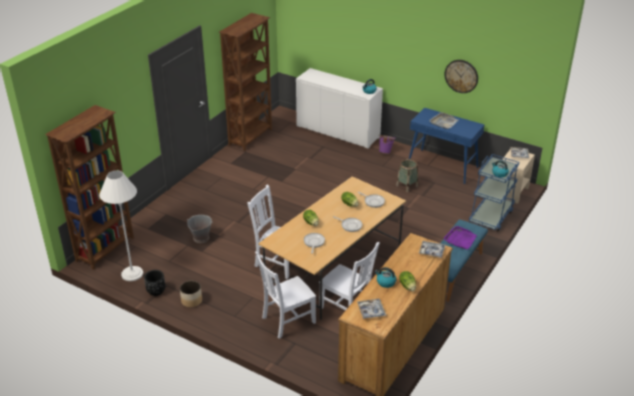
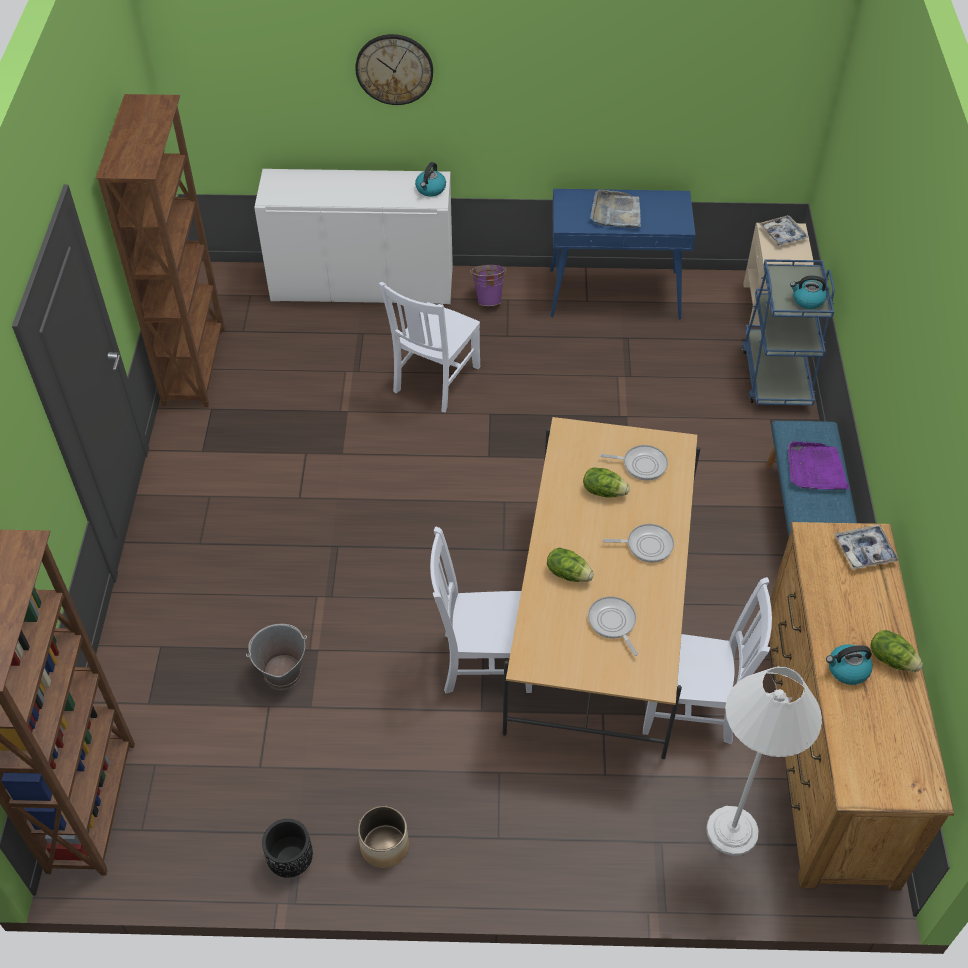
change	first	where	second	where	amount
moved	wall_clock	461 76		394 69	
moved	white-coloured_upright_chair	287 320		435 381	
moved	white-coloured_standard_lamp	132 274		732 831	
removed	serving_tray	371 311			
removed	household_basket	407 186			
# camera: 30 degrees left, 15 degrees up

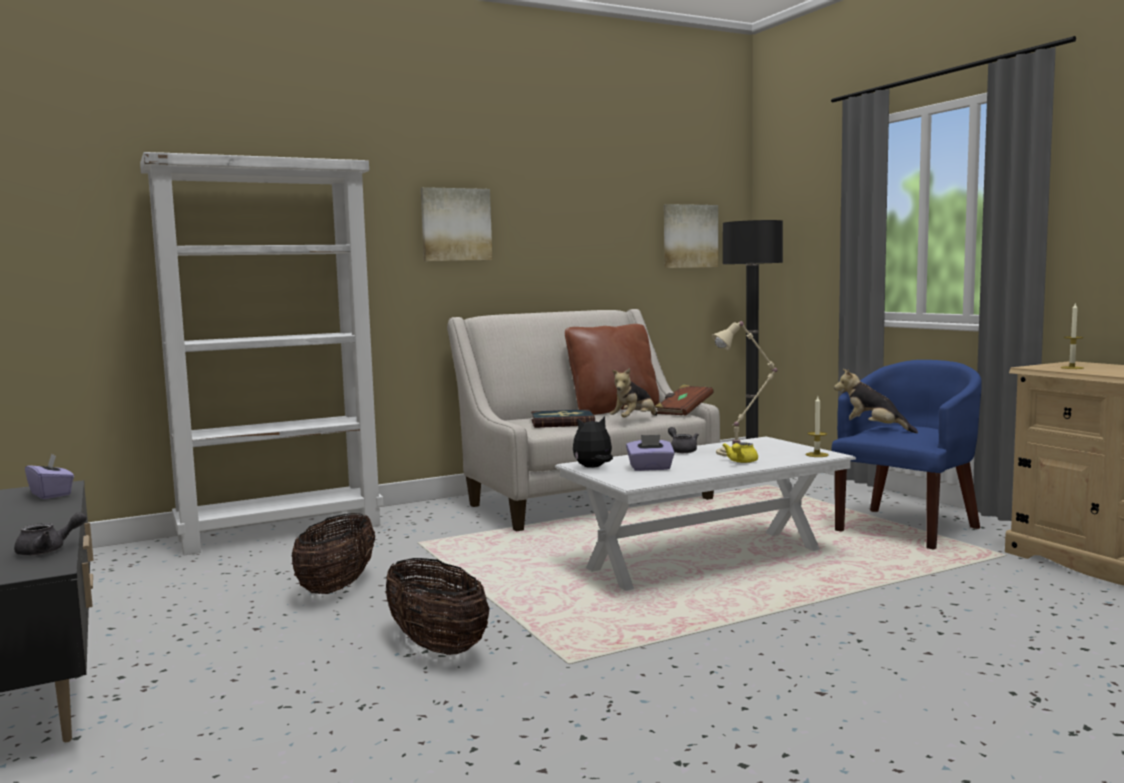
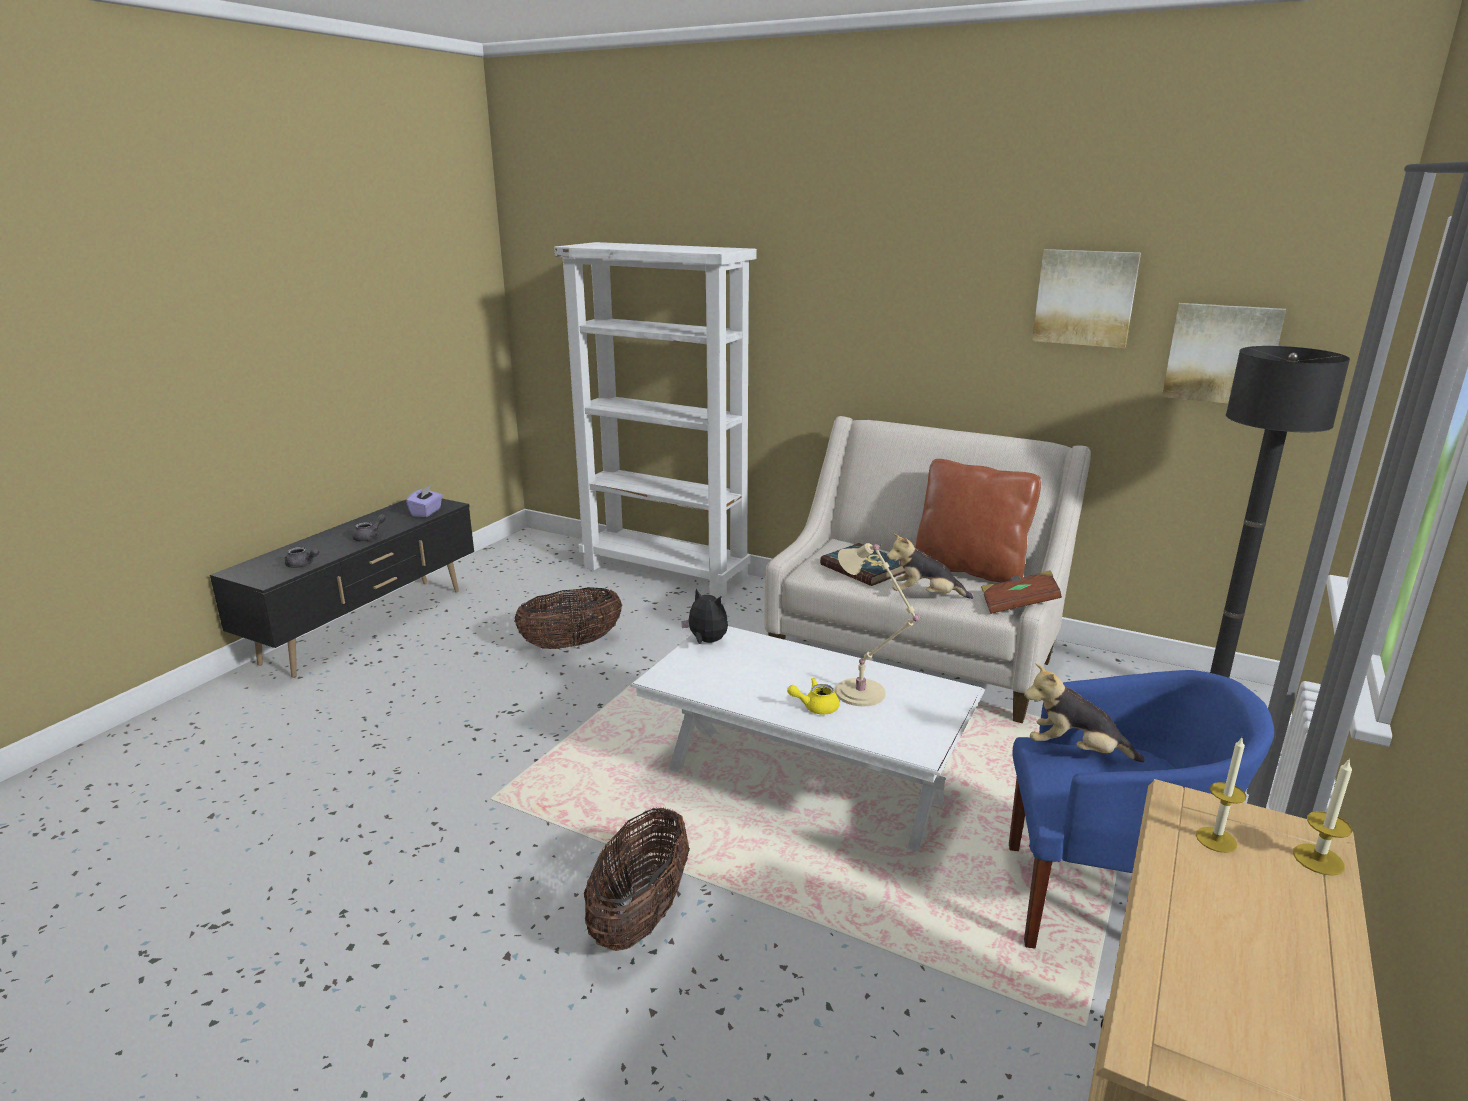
change	first	where	second	where	amount
moved	grey_tea_pot	681 450		370 537	
moved	household_basket	437 646		640 915	
turned	cuddly_toy	873 429		1075 751	75 degrees counterclockwise
moved	picture	456 224		1085 298	
moved	wax_candle	817 455		1318 859	
removed	purple-coloured_tissue_box	650 468			
# camera: 55 degrees right, 15 degrees up

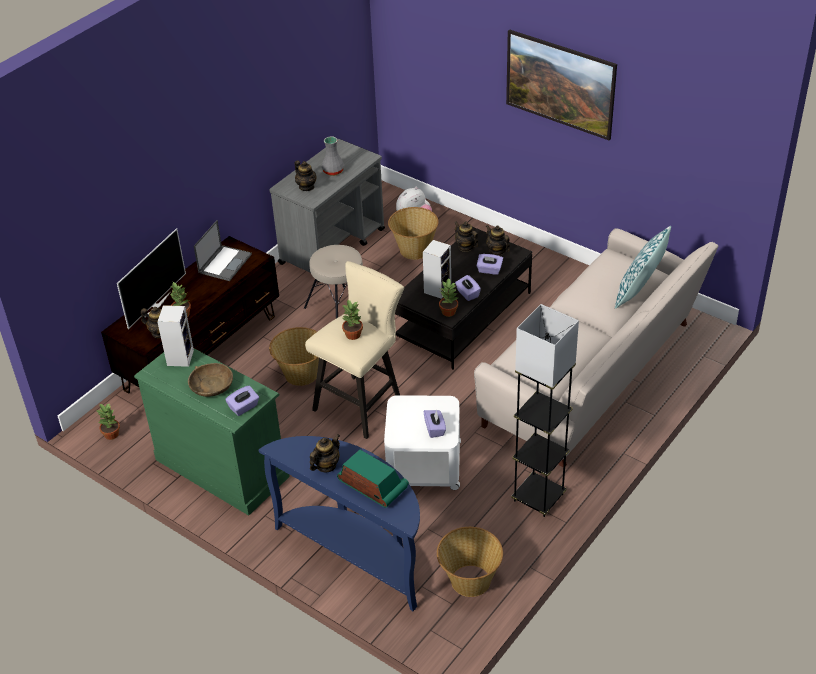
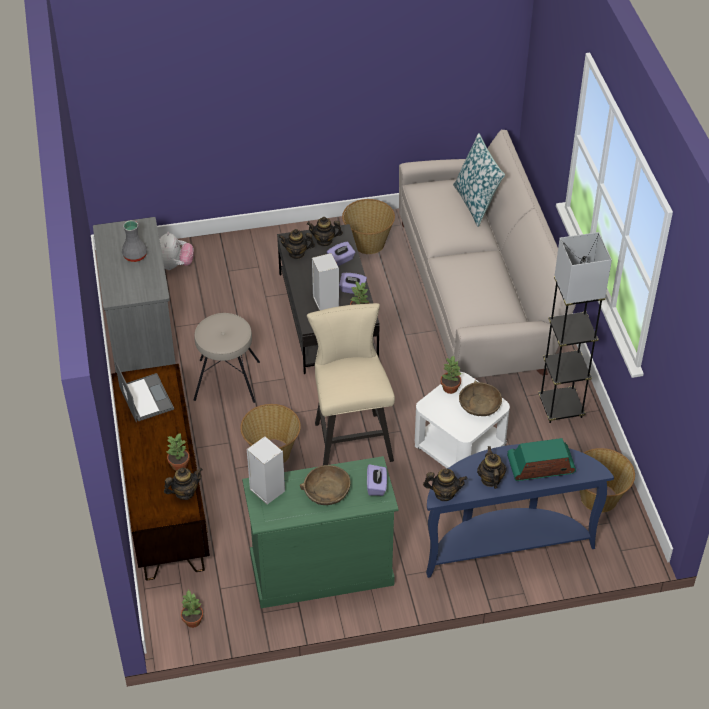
change	first	where	second	where	amount
moved	household_basket	414 250		368 243	
moved	tea_pot	306 187		444 493	
moved	houseplant	353 334		450 387	
replaced	purple-coloured_tissue_box	435 429	brown_deep_dish	479 404	
removed	TV_set	155 305			
removed	picture	559 102			
# camera: 50 degrees left, 5 degrees up

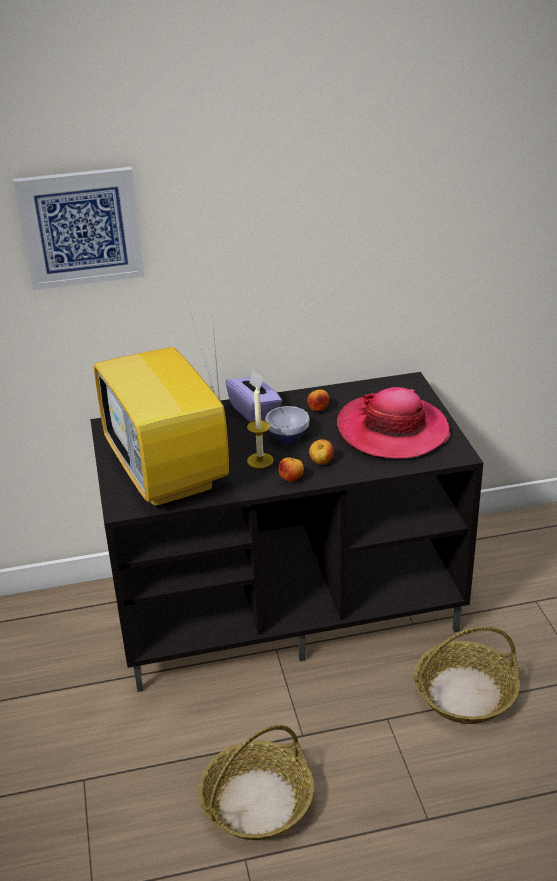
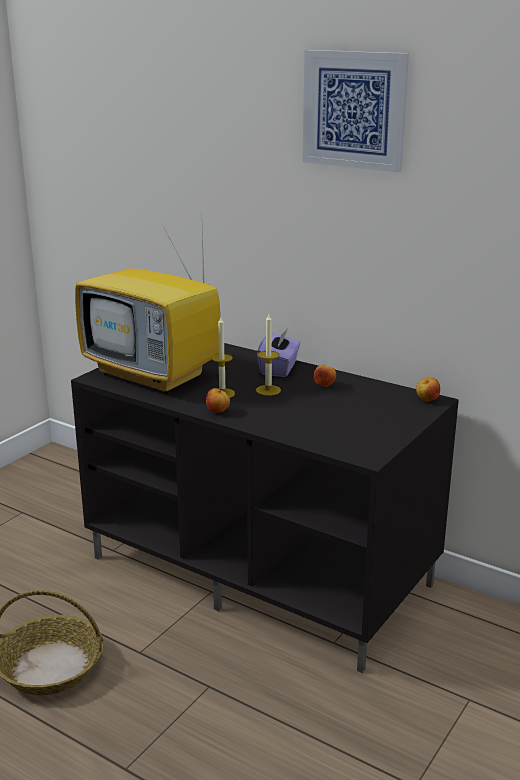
change	first	where	second	where	amount
turned	TV_set	170 475		154 375	75 degrees counterclockwise
replaced	deep_dish	287 437	wax_candle	268 390	
moved	picture	81 228		354 110	
moved	apple_fruit	321 463		426 400	
removed	wearable_hat	392 430			
removed	household_basket	464 693			
# camera: 45 degrees right, 10 degrees down

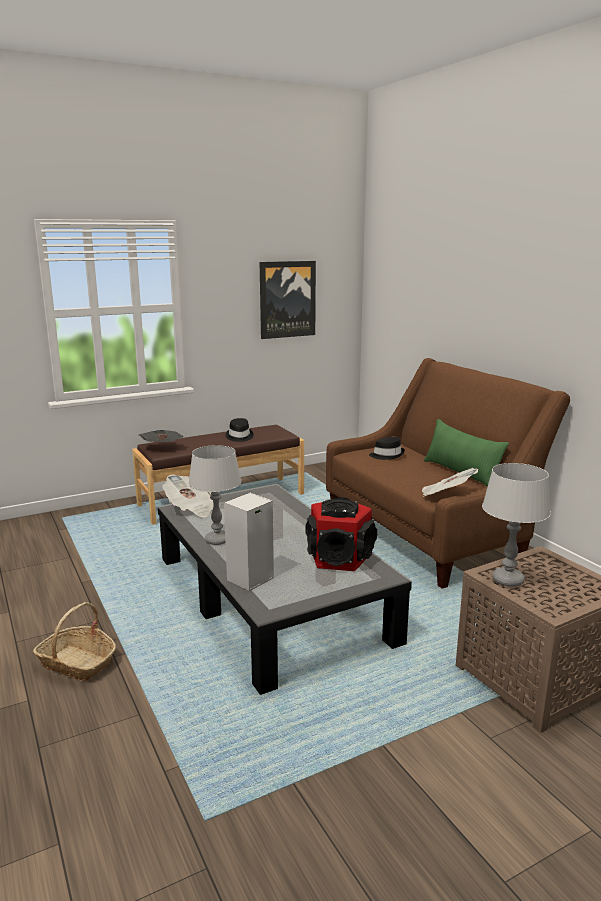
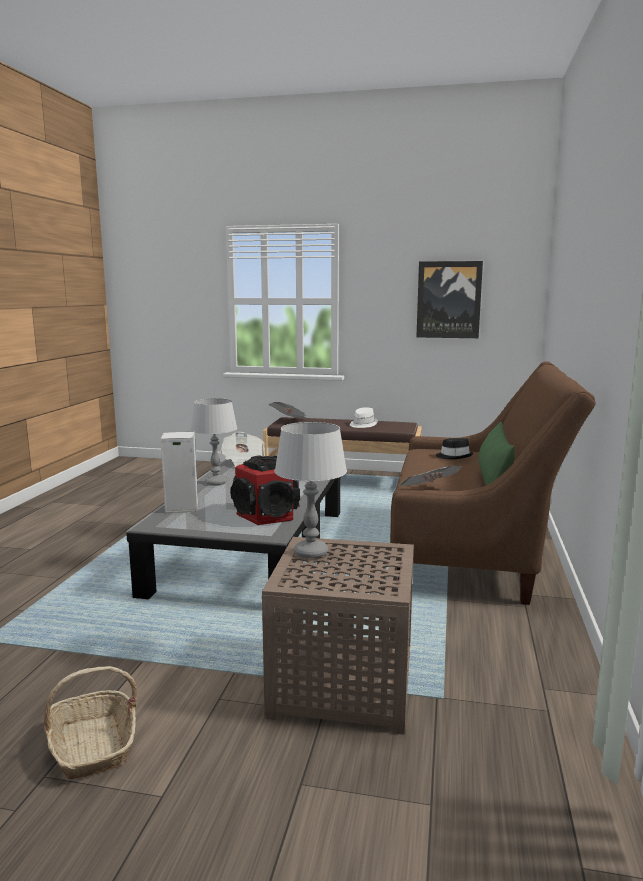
change	first	where	second	where	amount
moved	household_basket	77 663		93 746	
recoloured	black_wearable_hat	239 436	white-coloured_wearable_hat	362 424	
# camera: 40 degrees right, 5 degrees down

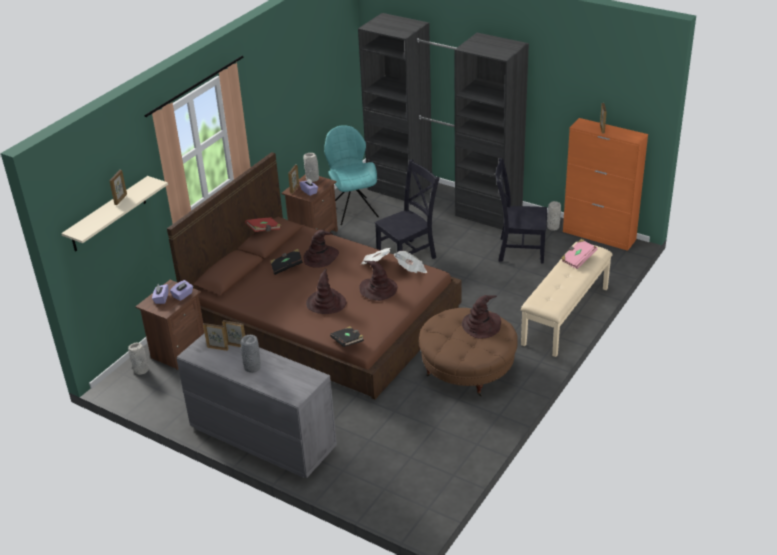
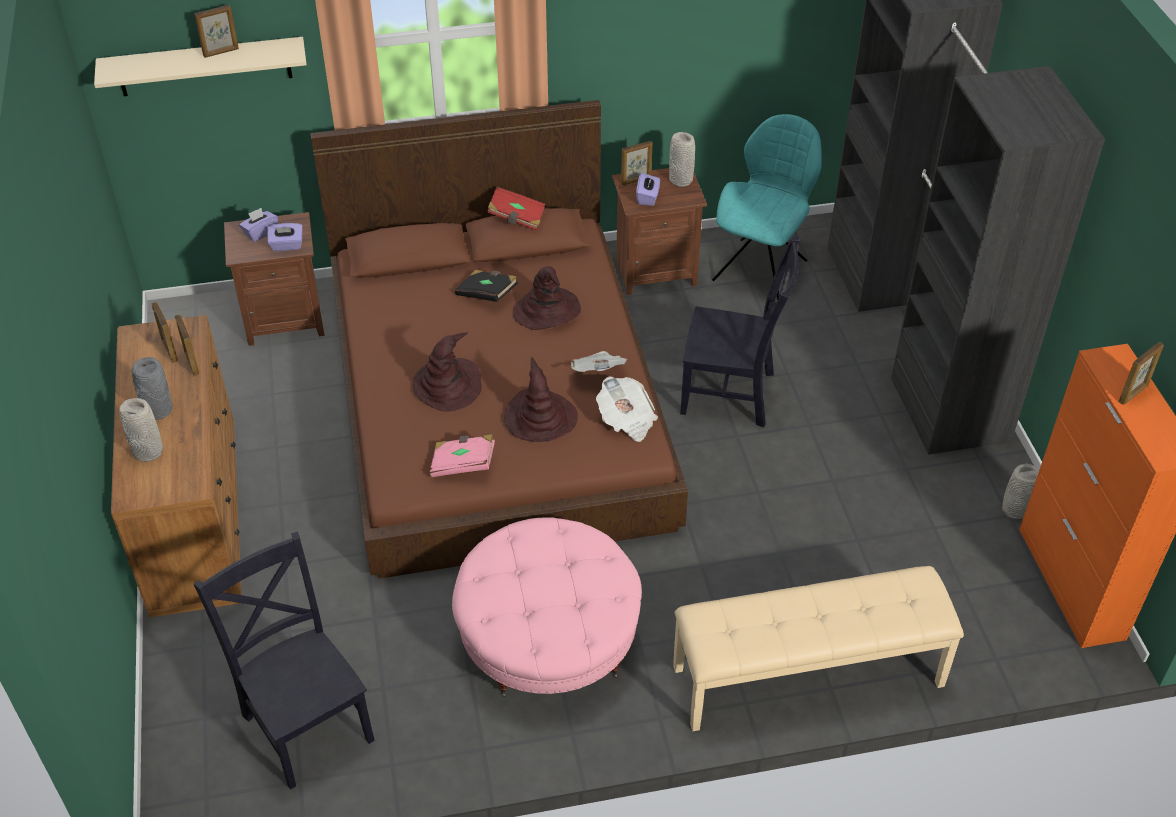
change	first	where	second	where	amount
recoloured	grey_drawer_chest	262 437	brown_drawer_chest	195 516	
moved	grey_flower_vase	141 370		149 452	
moved	black_upright_chair	519 250		306 723	
moved	pink_bound_book	578 259		463 464	
recoloured	brown_footrest	467 369	pink_footrest	549 639	
removed	black_bound_book	348 342			
removed	brown_wearable_hat	481 325			
# camera: 45 degrees right, 10 degrees up

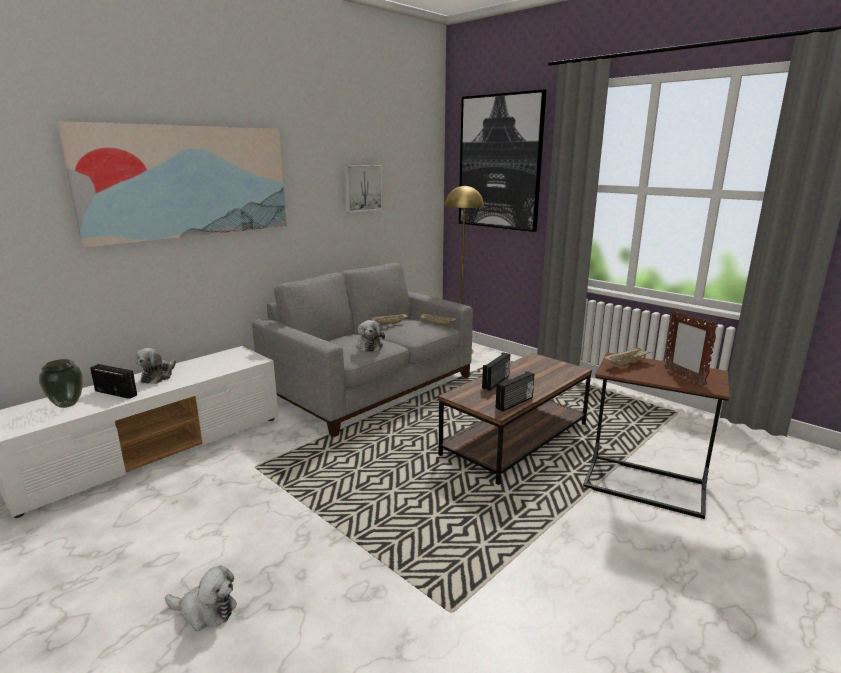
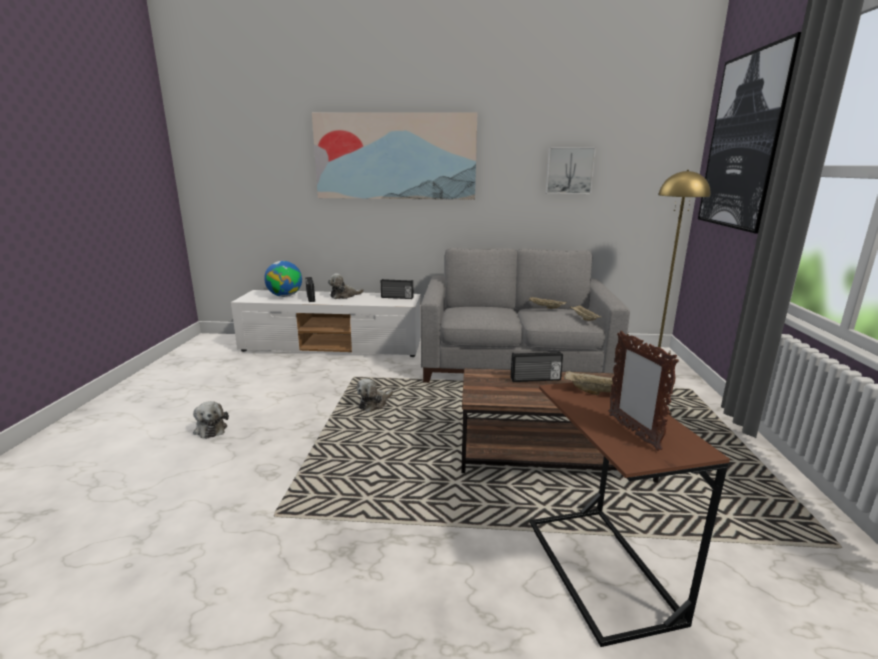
change	first	where	second	where	amount
replaced	flower_vase	67 404	desk_globe	285 296	
moved	cuddly_toy	369 346		374 404	
moved	radio_set	515 403		397 297	
turned	photo_frame	684 376		633 432	45 degrees counterclockwise
# camera: 50 degrees right, 0 degrees up

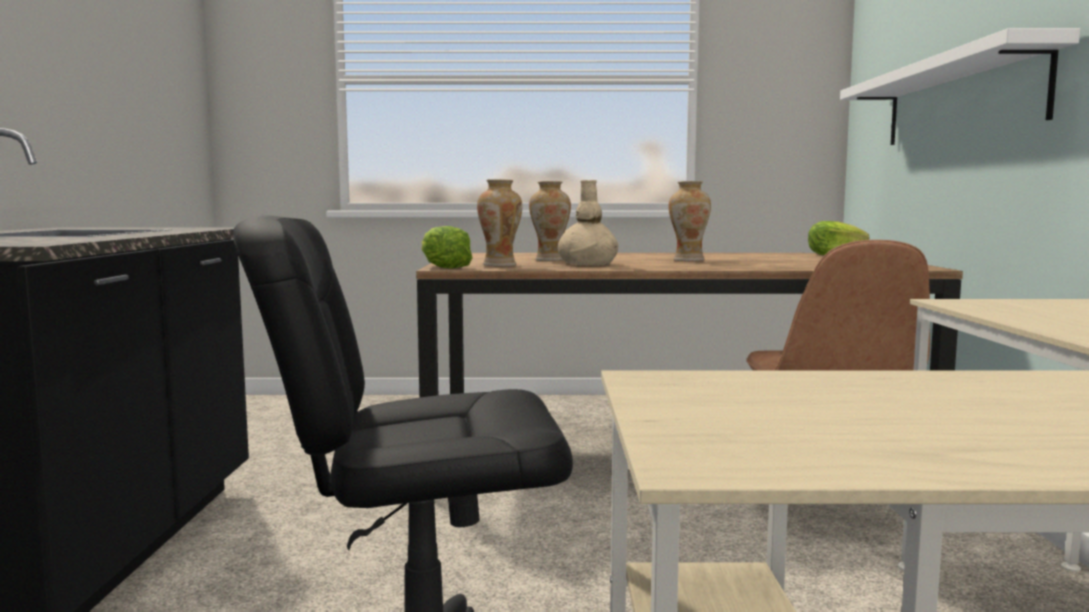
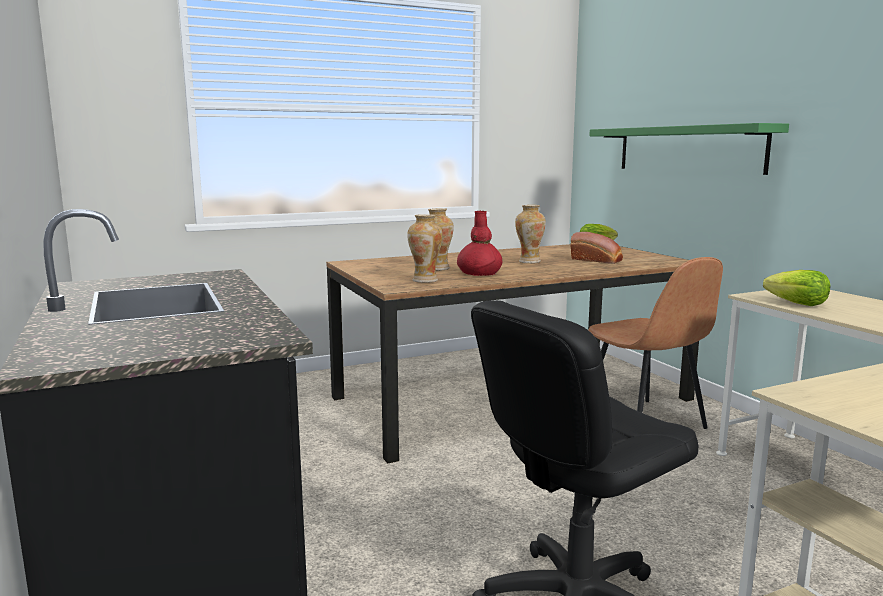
change	first	where	second	where	amount
recoloured	beige-coloured_flower_vase	588 264	reddish_flower_vase	479 273	
added			bread	597 260	
recoloured	white-coloured_shelf	959 100	greenish_shelf	687 149	
moved	head_of_lettuce	443 267		797 304	
# camera: 25 degrees left, 5 degrees up

